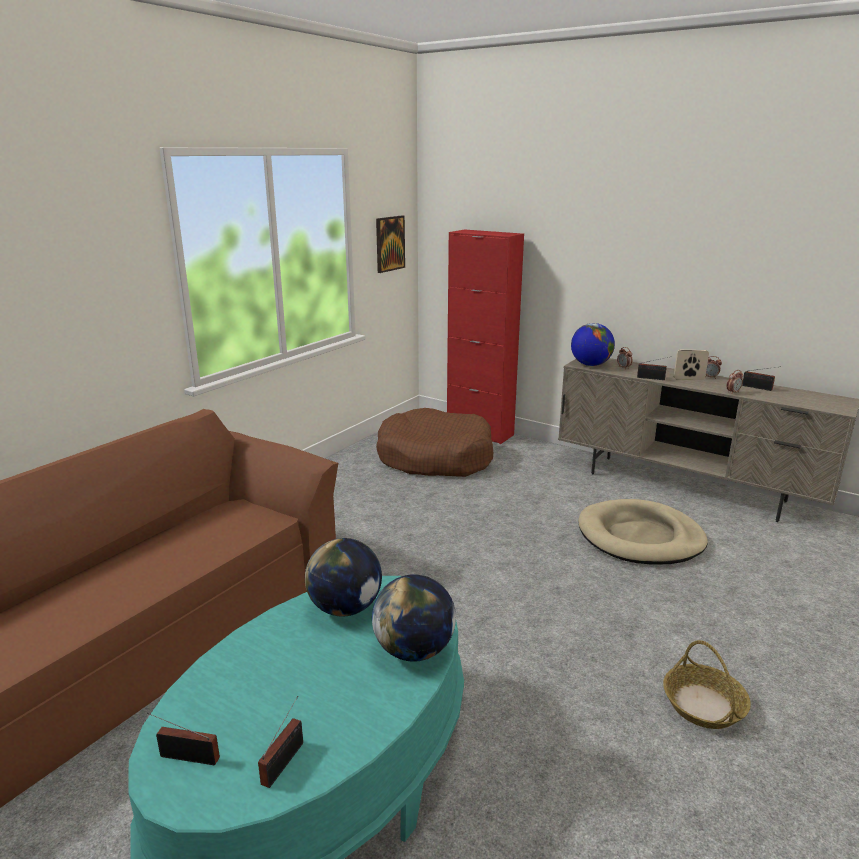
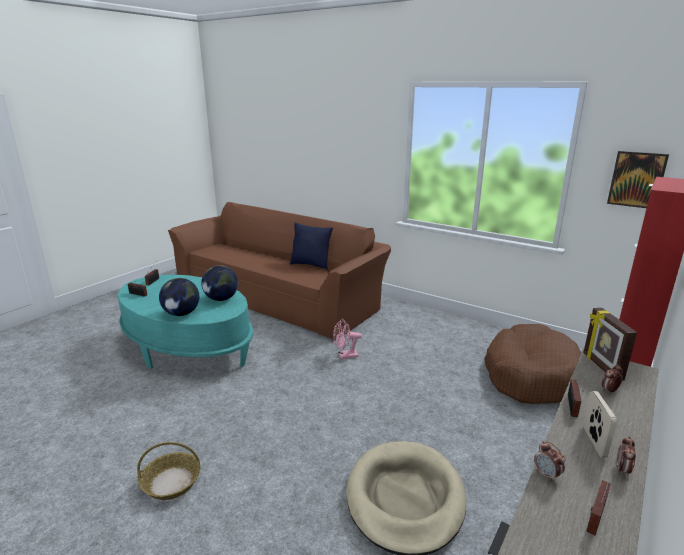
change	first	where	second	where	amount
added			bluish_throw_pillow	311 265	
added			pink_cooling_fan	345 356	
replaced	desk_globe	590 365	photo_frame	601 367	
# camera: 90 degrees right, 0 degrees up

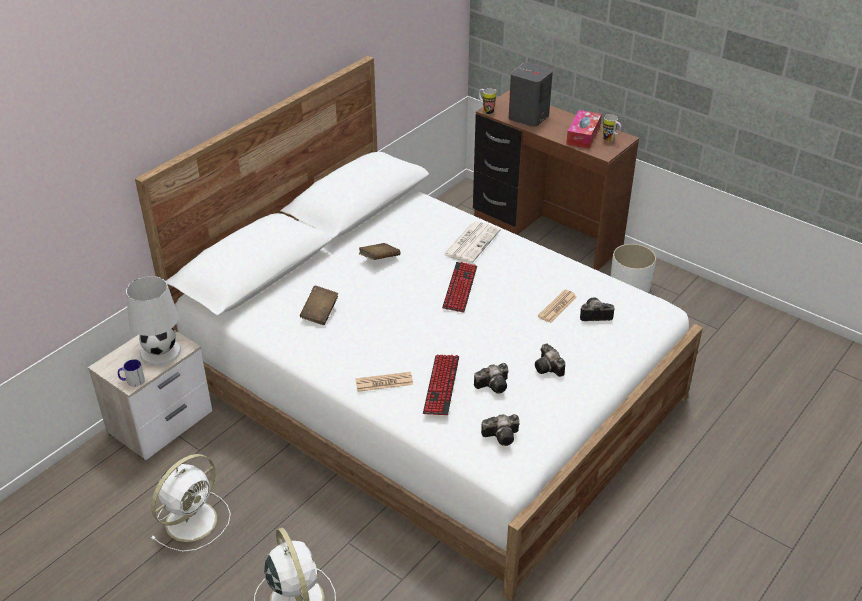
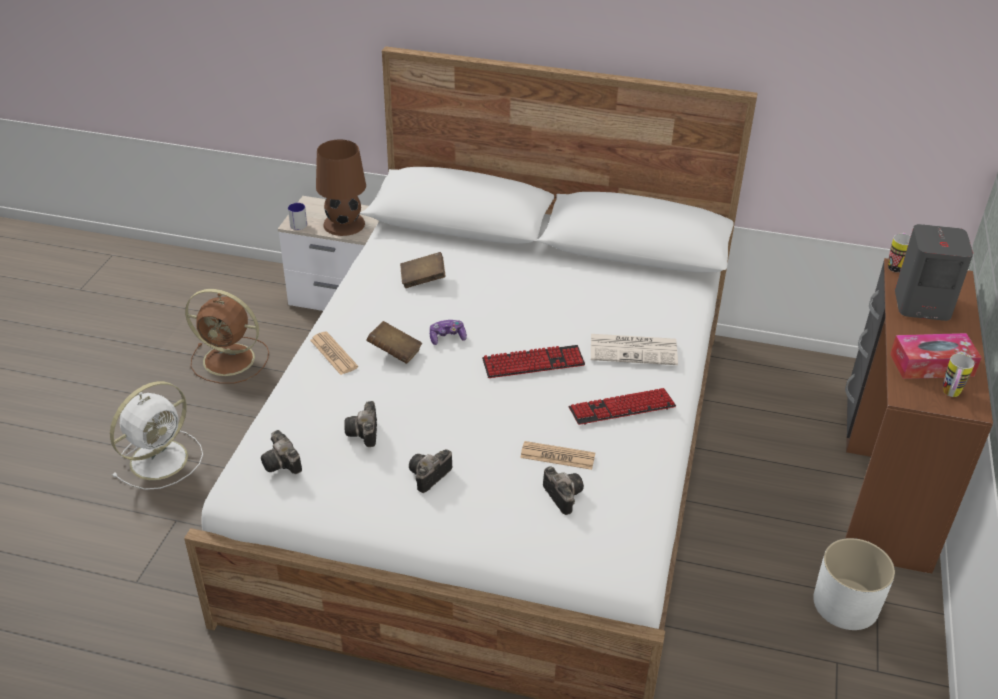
change	first	where	second	where	amount
recoloured	white-coloured_cooling_fan	193 519	brown_cooling_fan	231 360	
recoloured	white-coloured_tabletop_lamp	161 351	brown_tabletop_lamp	344 224	
turned	still_camera	494 385		364 433	45 degrees clockwise
moved	brown_bound_book	379 259		395 352	
added			gamepad	447 337	
moved	PC_keyboard	441 385		622 408	
# camera: 65 degrees right, 0 degrees up

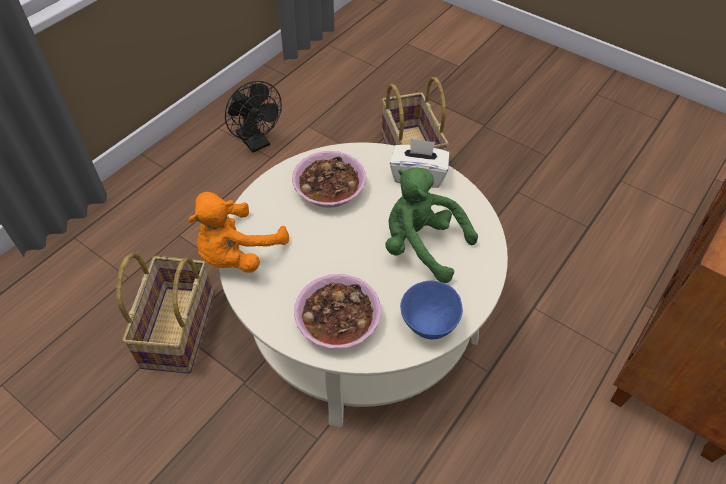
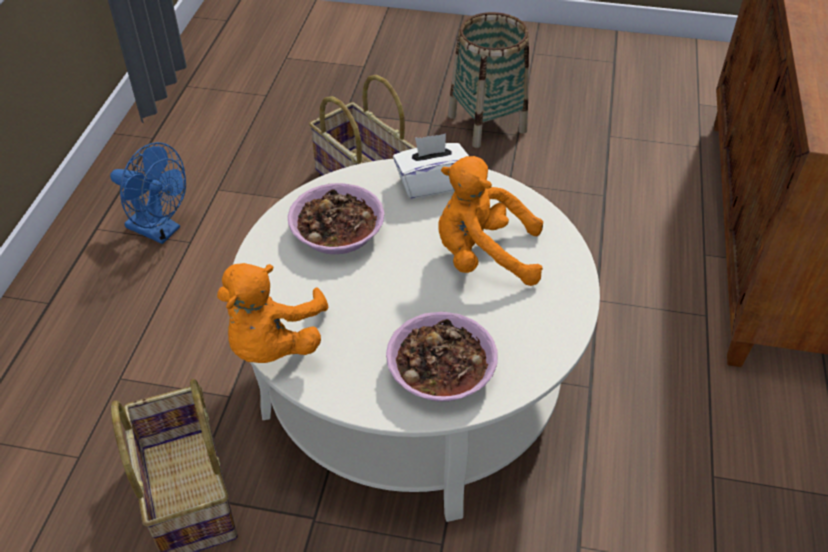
change	first	where	second	where	amount
recoloured	black_cooling_fan	256 143	bluish_cooling_fan	160 230	
recoloured	greenish_cuddly_toy	421 246	orangey_cuddly_toy	483 256	
added			household_basket	487 123	
removed	bluish_deep_dish	428 324			
# camera: 25 degrees left, 5 degrees down

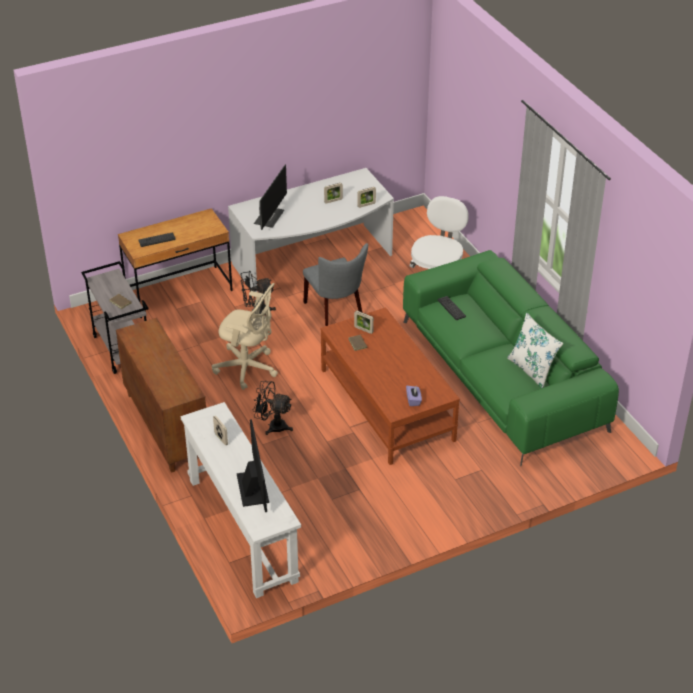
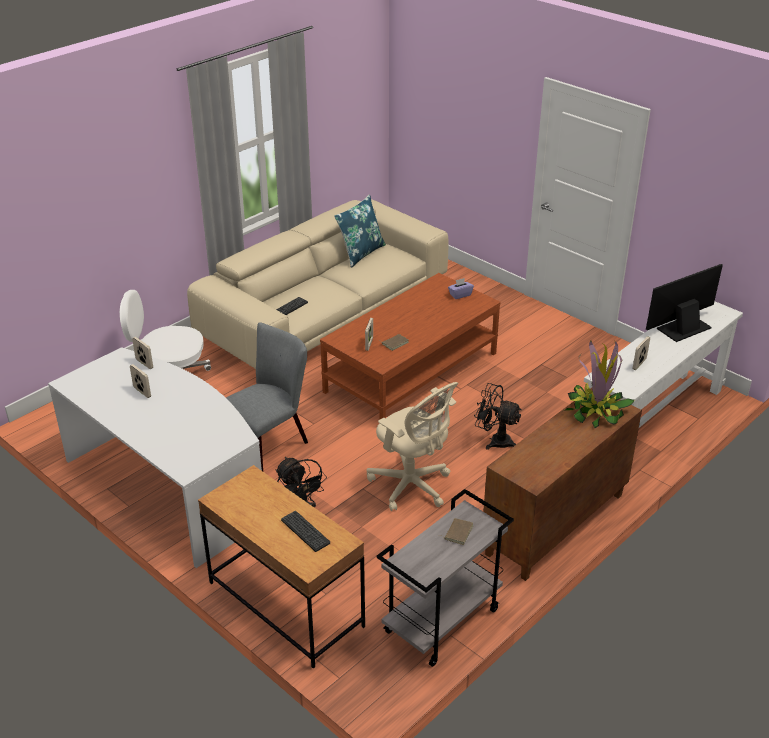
change	first	where	second	where	amount
recoloured	greenish_couch	502 375	beige-coloured_couch	325 314	
recoloured	white-coloured_throw_pillow	532 370	bluish_throw_pillow	360 253	
turned	beige-coloured_computer_chair	248 368		412 486	135 degrees clockwise
turned	black_cooling_fan	273 426		495 440	120 degrees clockwise
added			houseplant	595 411	
removed	computer_display	269 217			
# camera: 110 degrees left, 5 degrees down

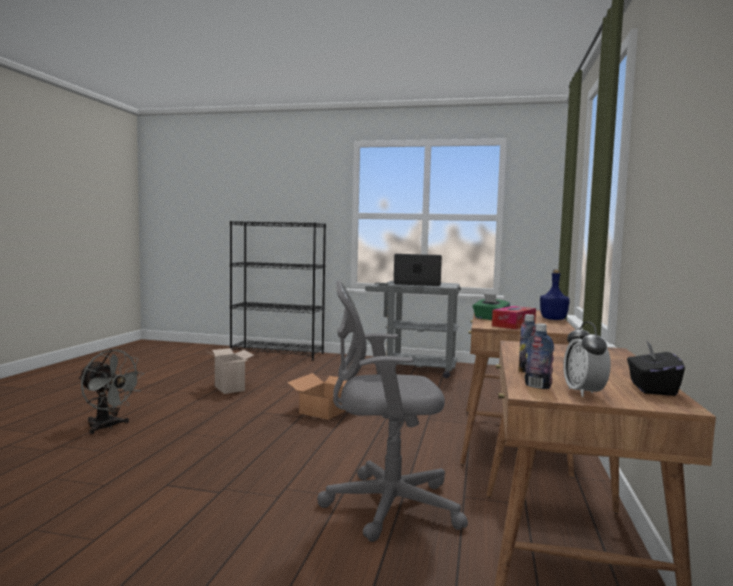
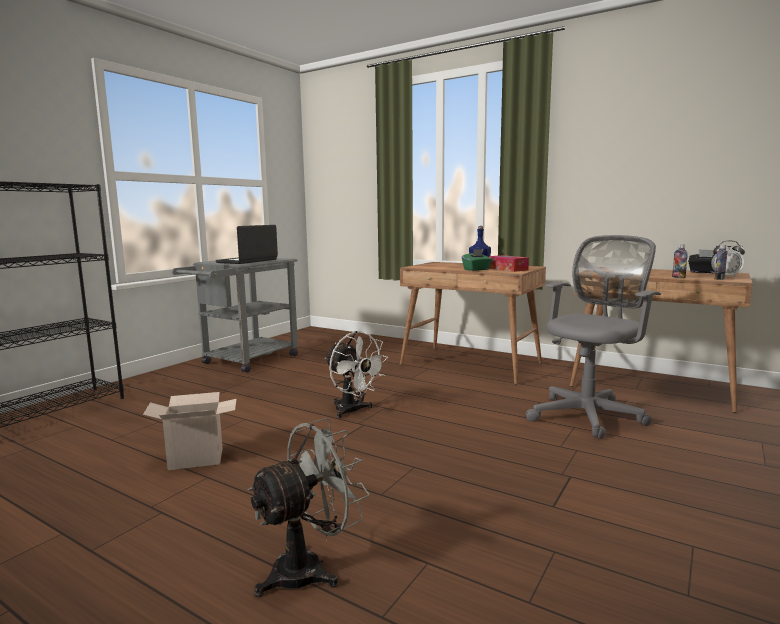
change	first	where	second	where	amount
replaced	cardboard_box	326 410	white-coloured_cooling_fan	353 411	
turned	grey_computer_chair	384 505		589 415	150 degrees counterclockwise
# camera: 70 degrees left, 5 degrees up

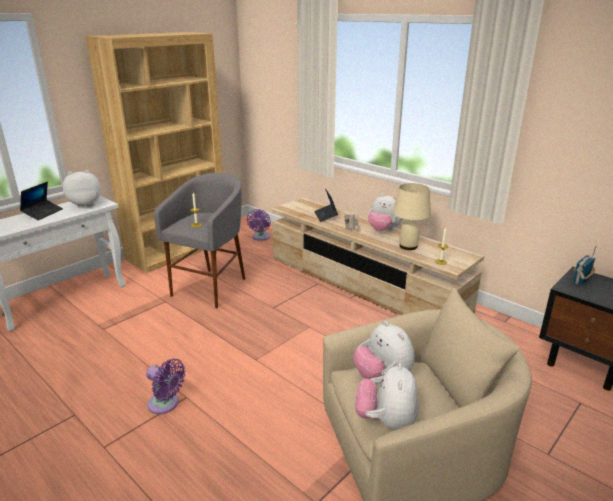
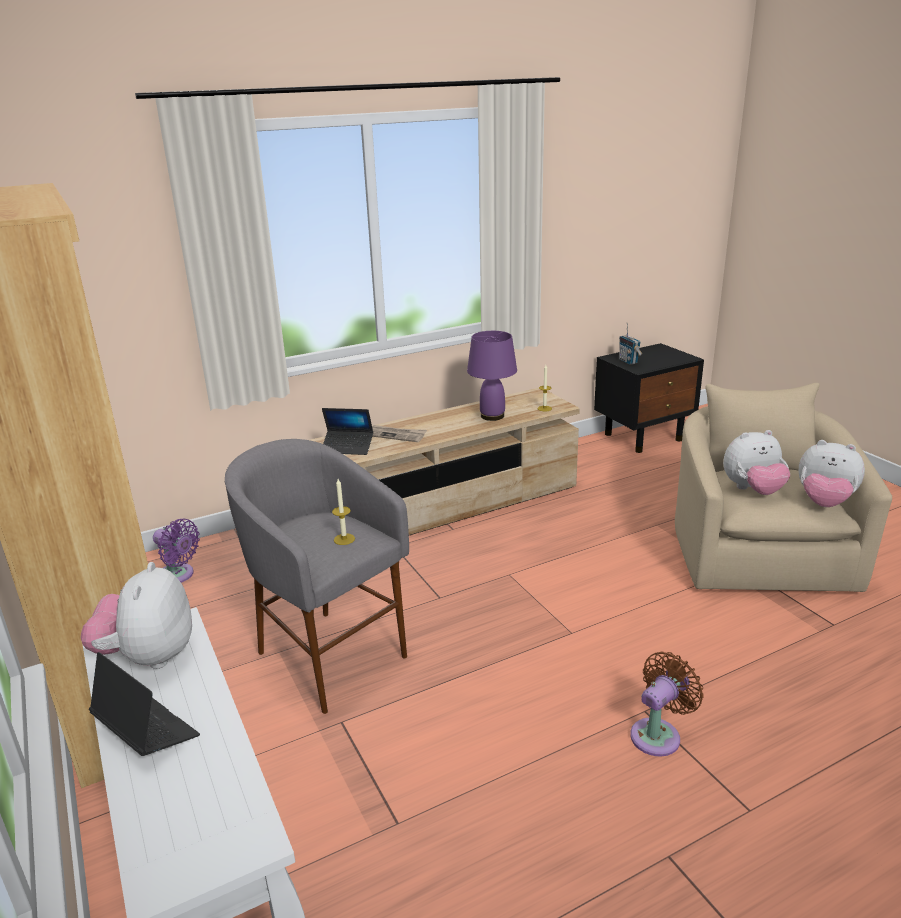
change	first	where	second	where	amount
recoloured	beige-coloured_tabletop_lamp	408 246	purple-coloured_tabletop_lamp	491 416	
recoloured	purple-coloured_cooling_fan	165 404	brown_cooling_fan	658 734	
removed	cuddly_toy	384 230			
# camera: 70 degrees left, 0 degrees up

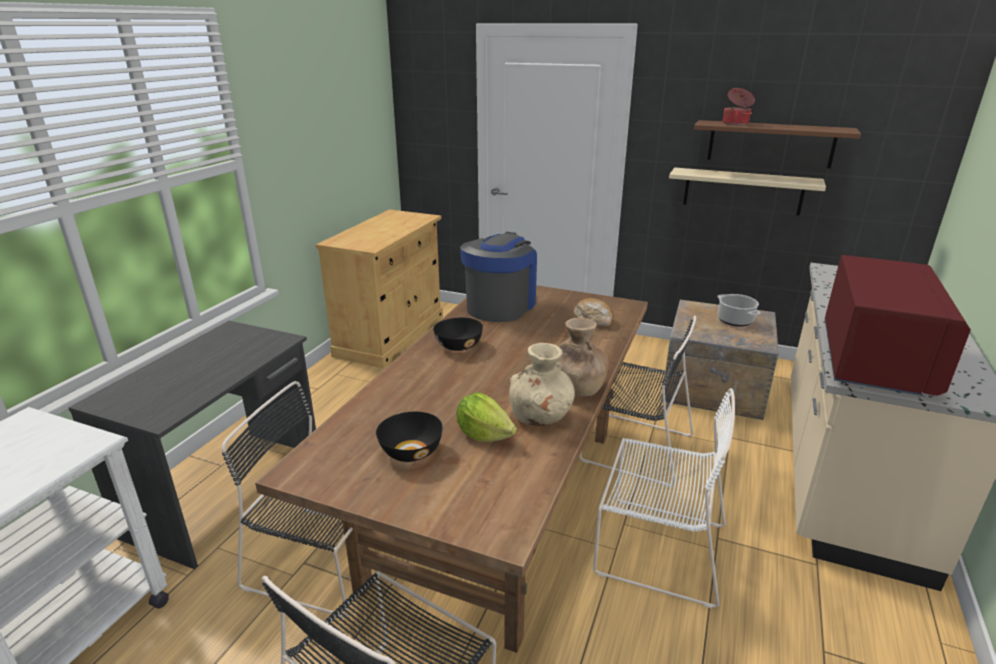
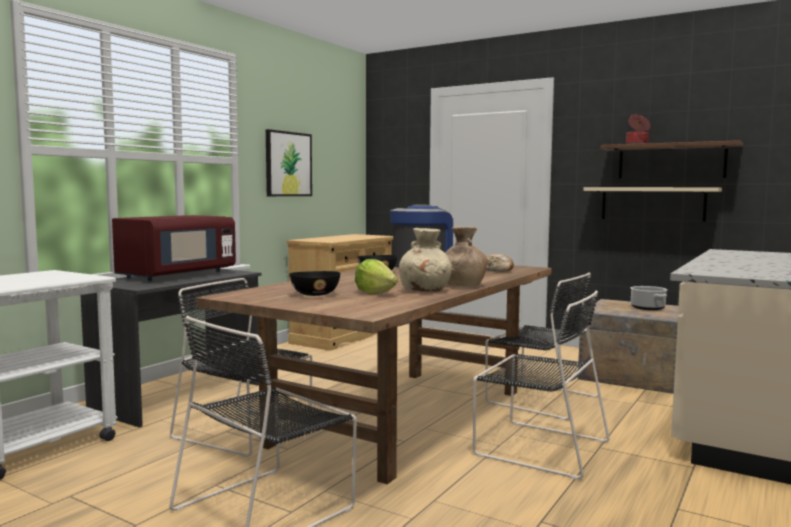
change	first	where	second	where	amount
moved	reddish_microwave	872 360		177 275	
added			picture	288 164	
recoloured	white-coloured_upright_chair	656 547	black_upright_chair	537 447	
# camera: 10 degrees right, 20 degrees down

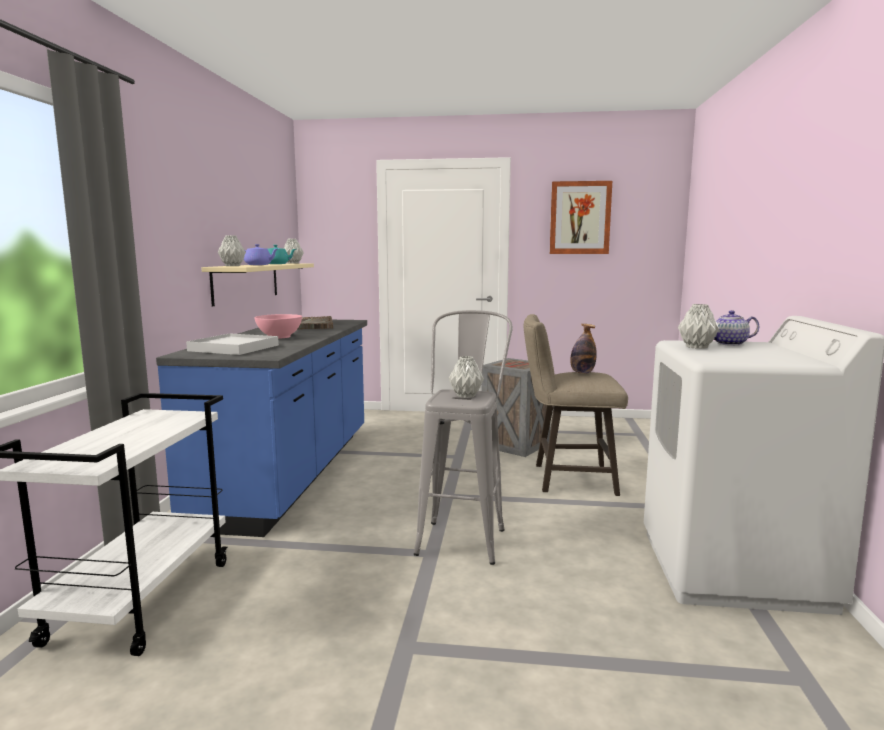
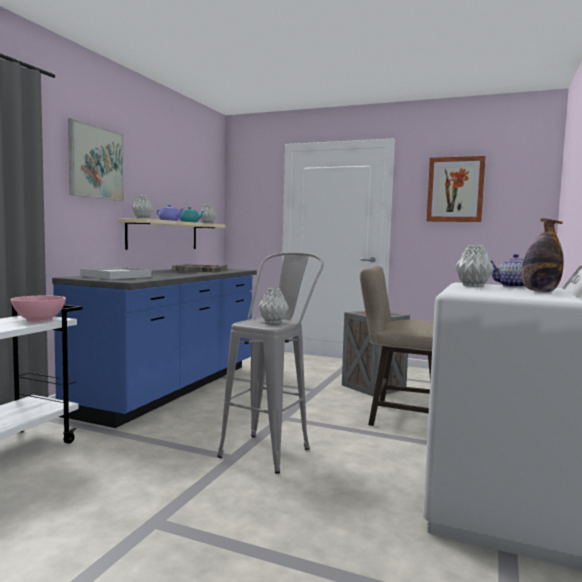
change	first	where	second	where	amount
moved	pink_deep_dish	279 337		39 320	
added			picture	96 162	
moved	bottle	582 373		539 291	
# camera: 15 degrees right, 5 degrees down

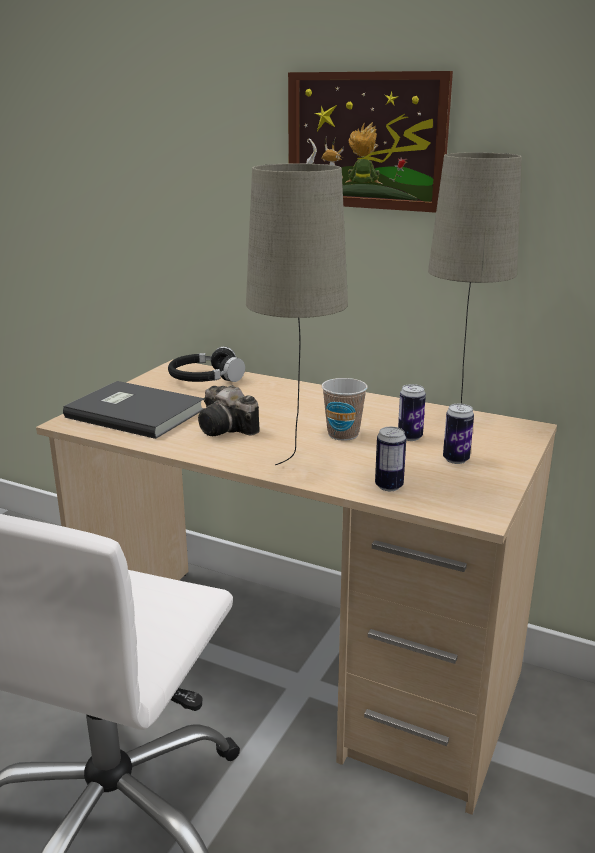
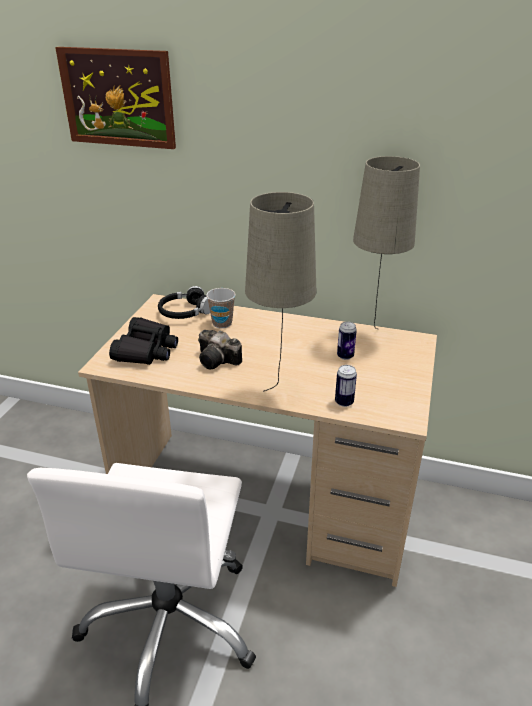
change	first	where	second	where	amount
moved	picture	366 141		118 98	
replaced	grey_bound_book	135 412	black_binoculars	146 350	
moved	small_cup	343 434		222 323	
removed	metal_can	456 459			
# camera: 10 degrees left, 10 degrees up

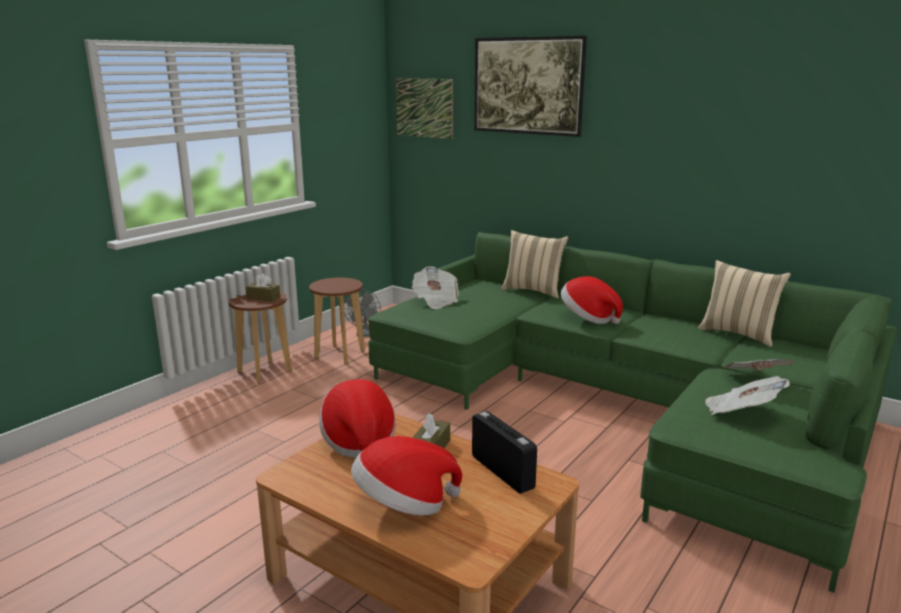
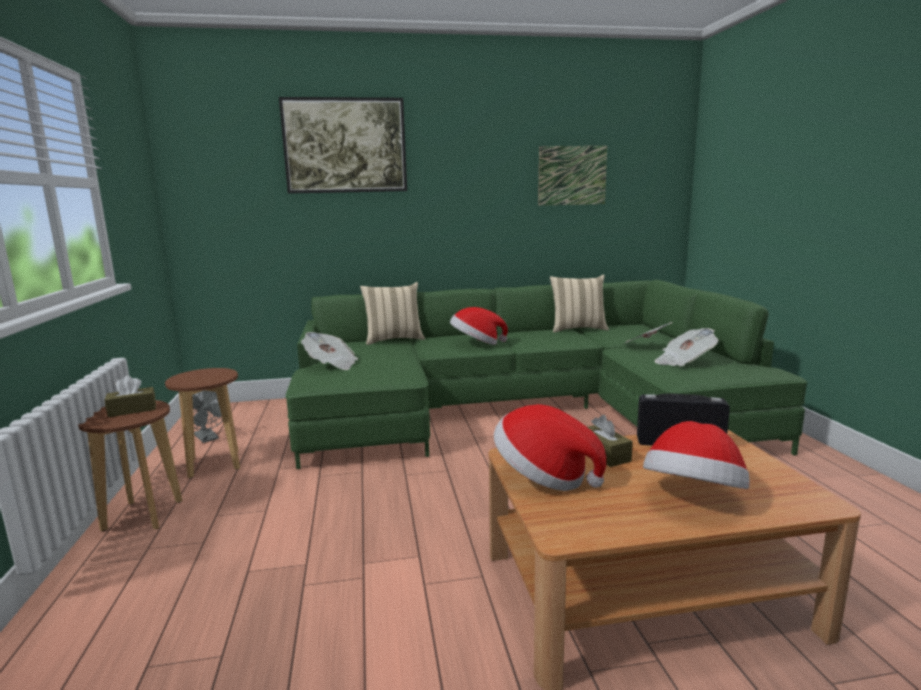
change	first	where	second	where	amount
moved	picture	424 108		572 175	
# camera: 45 degrees left, 5 degrees down

